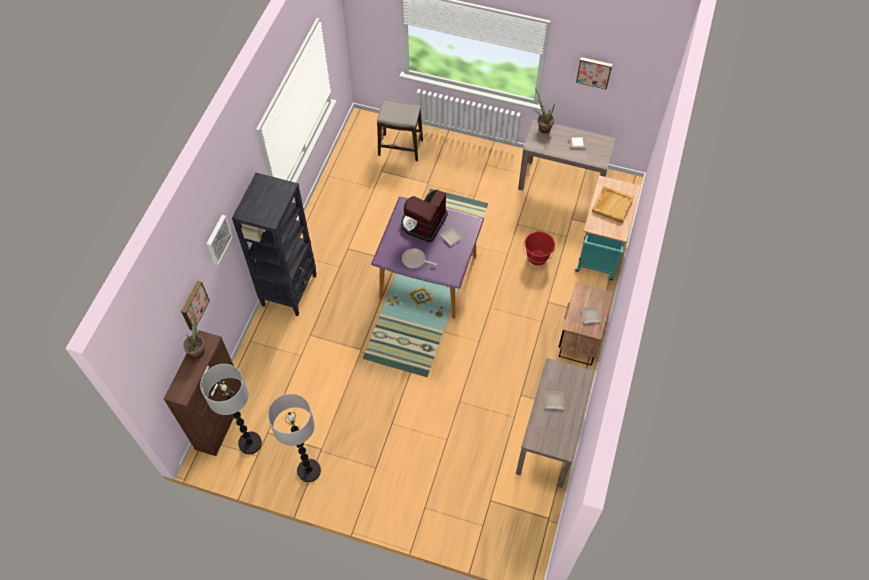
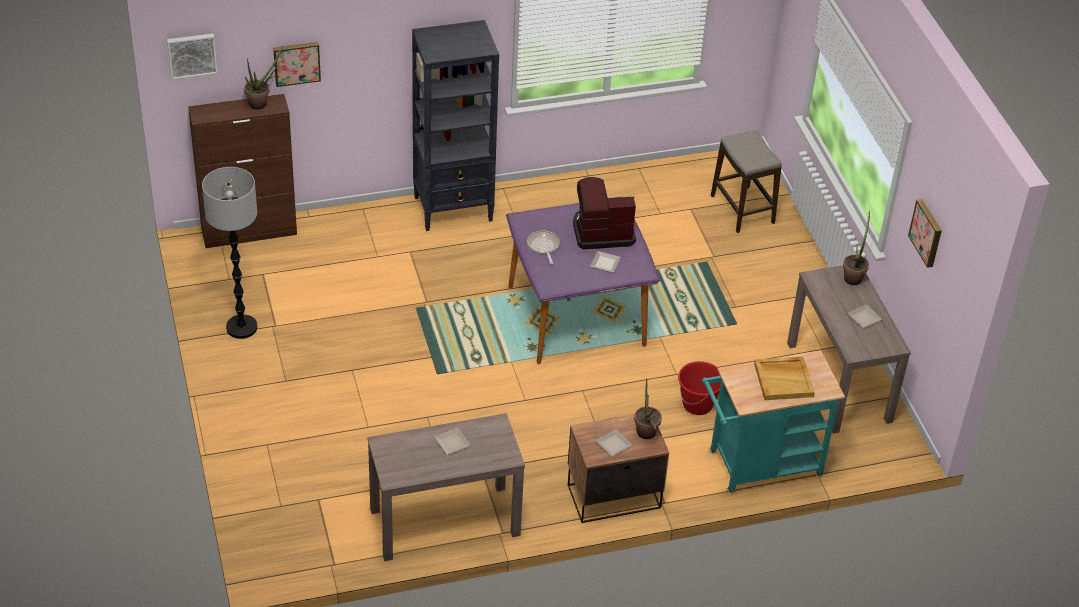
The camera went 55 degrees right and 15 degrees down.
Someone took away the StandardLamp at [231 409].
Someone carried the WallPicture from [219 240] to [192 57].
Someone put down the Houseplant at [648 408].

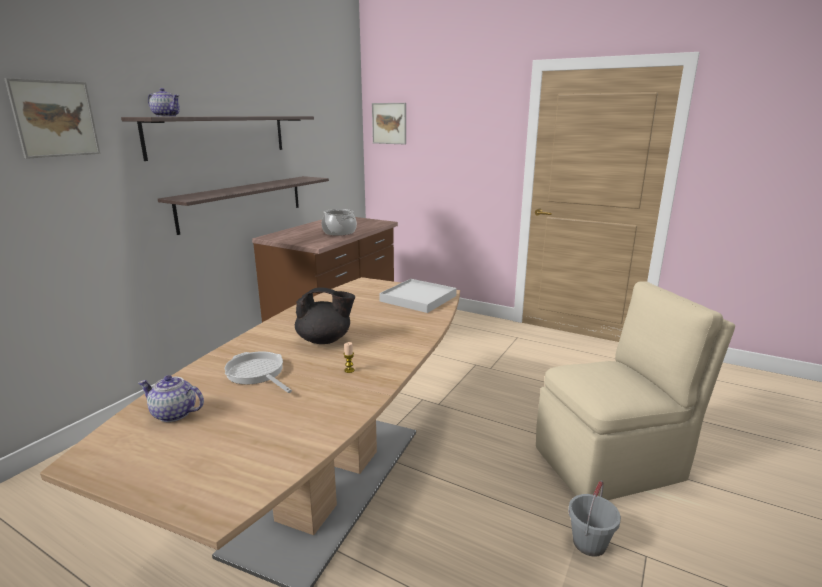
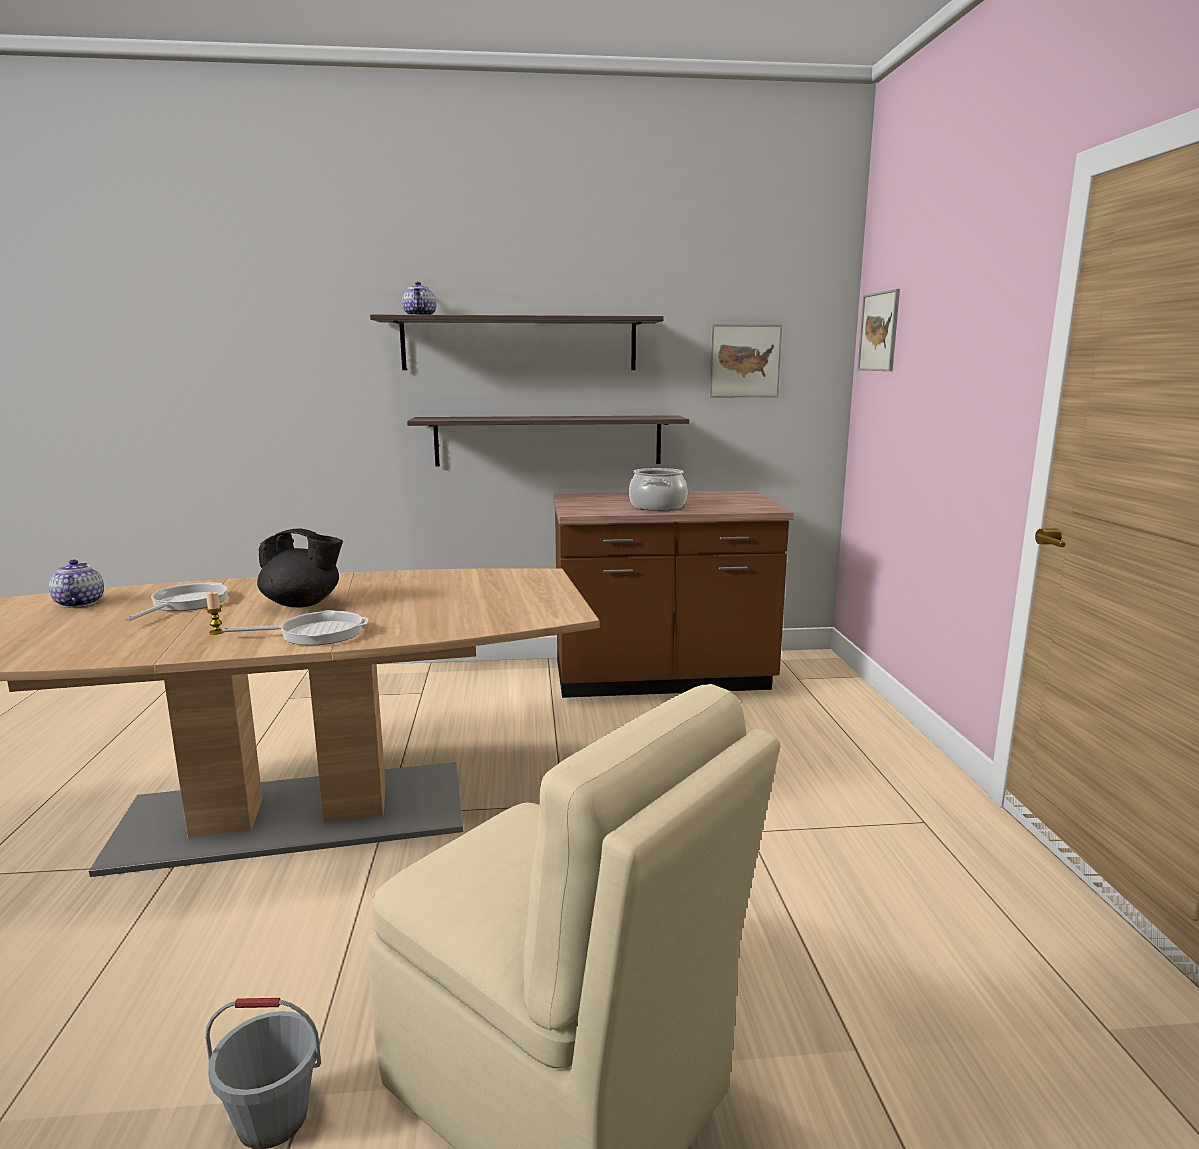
The camera went 55 degrees right and 5 degrees down.
Someone carried the WallPicture from [52 118] to [745 360].
Someone rotated the BlackPotForTea at [325 315] by 45 degrees counterclockwise.
Someone took away the WhiteColouredServingTray at [418 296].
Someone put down the Pan at [295 628].

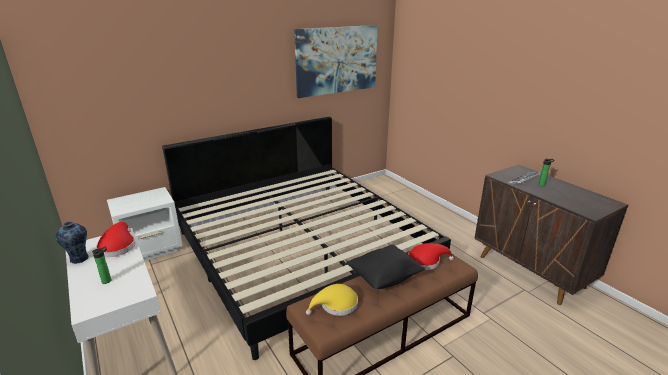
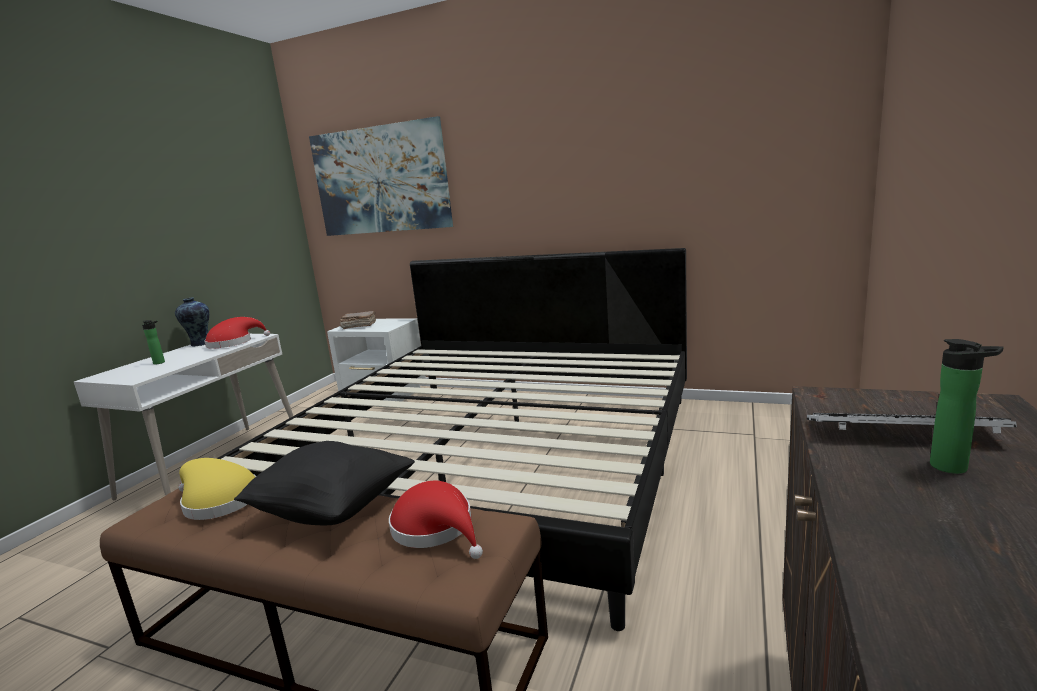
The camera went 55 degrees right and 10 degrees down.
Someone carried the WallPicture from [336 61] to [381 176].
Someone put down the BrownVolume at [358 320].

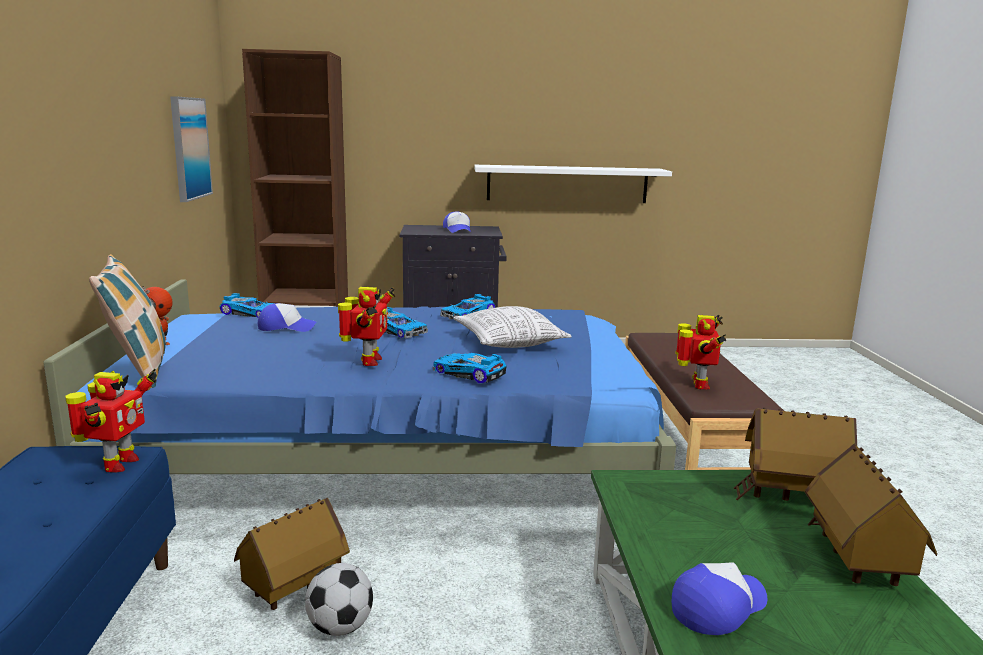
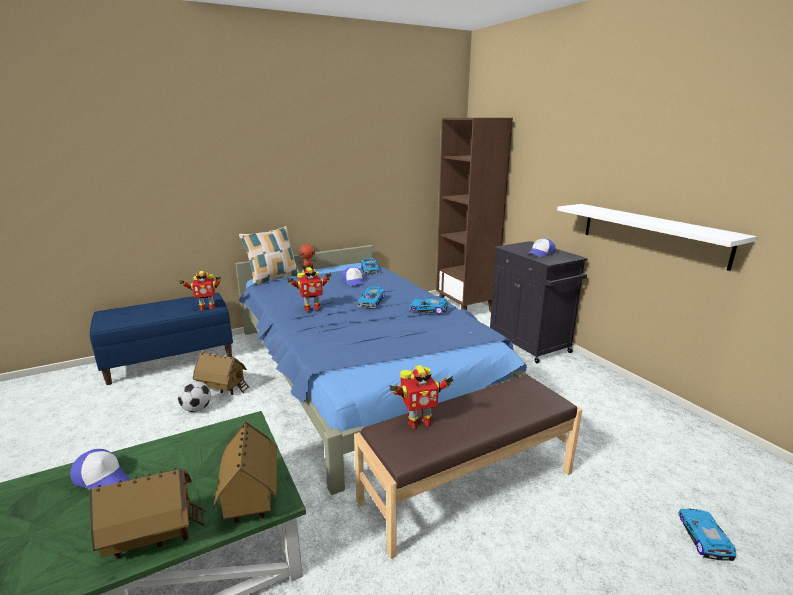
The camera went 65 degrees right and 5 degrees up.
Someone took away the WallPicture at [191 149].
Someone carried the ModelCar from [470 368] to [707 534].
Someone took away the Pillow at [512 327].

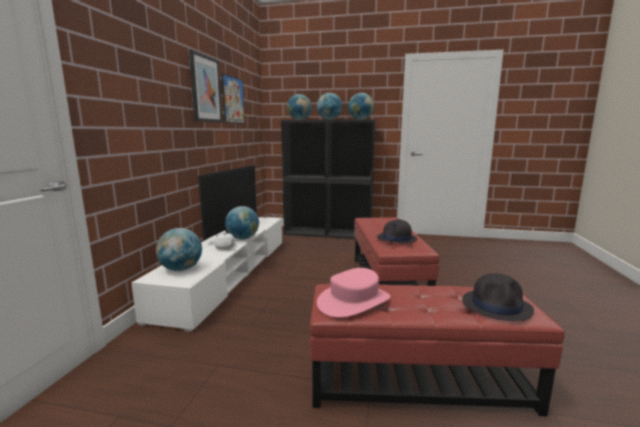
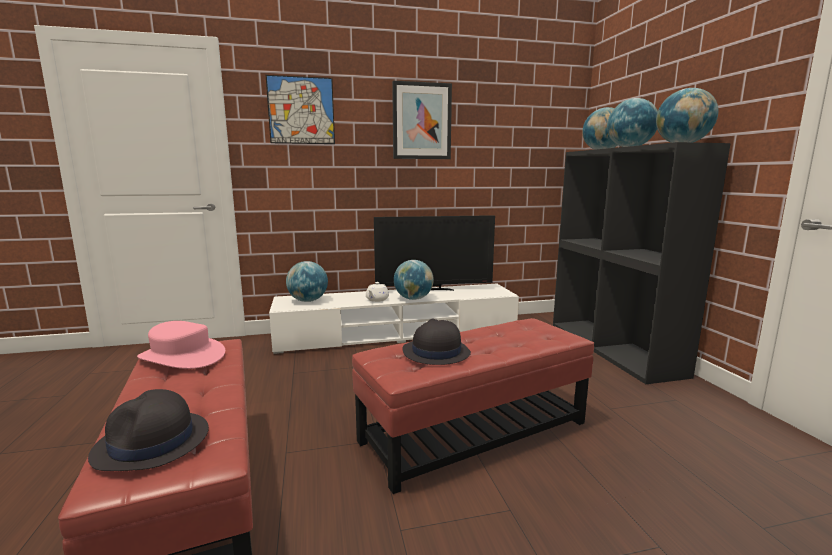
The camera went 65 degrees right and 0 degrees up.
Someone carried the WallPicture from [233 99] to [300 109].

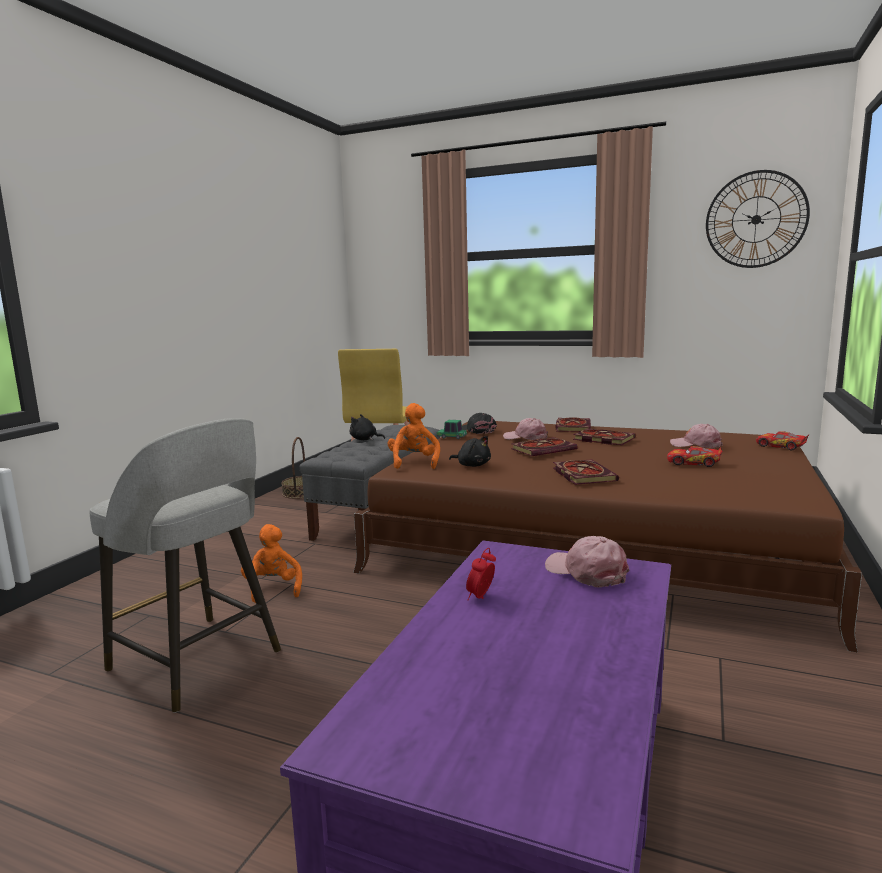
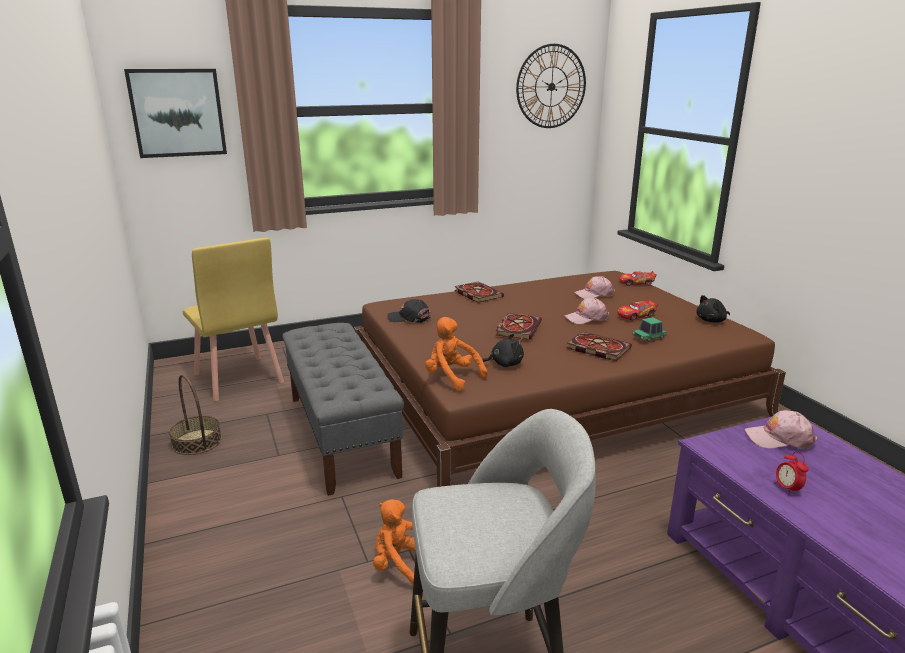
The camera went 45 degrees left and 10 degrees up.
Someone carried the BlackCuddlyToy from [367 427] to [713 309].
Someone carried the ModelCar from [452 429] to [649 329].
Someone carried the PinkBaseballCap from [525 429] to [586 311].
Someone took away the Volume at [604 436].
Someone put up the WallPicture at [175 113].

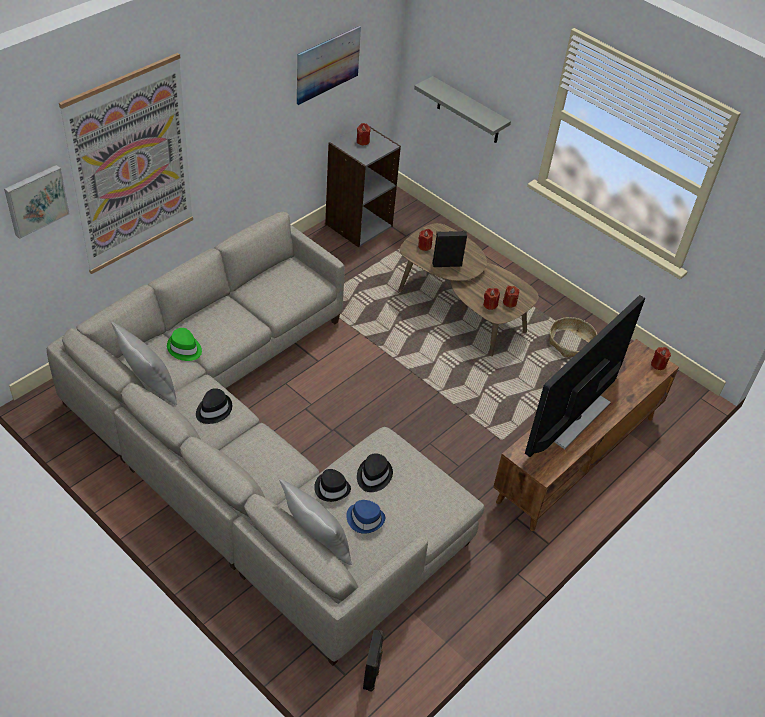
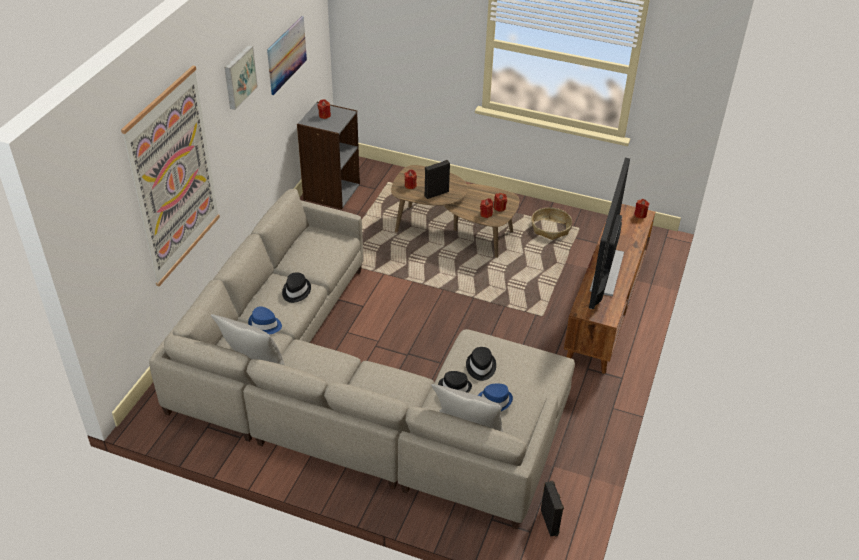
The camera went 20 degrees left and 5 degrees down.
Someone carried the WallPicture from [37 202] to [241 77].
Someone repainted the GreenClothingHat at [184 344], which became the BlueColouredClothingHat at [265 320].
Someone carried the BlackClothingHat from [214 406] to [296 287].
Someone took away the GrayBracketShelf at [462 109].

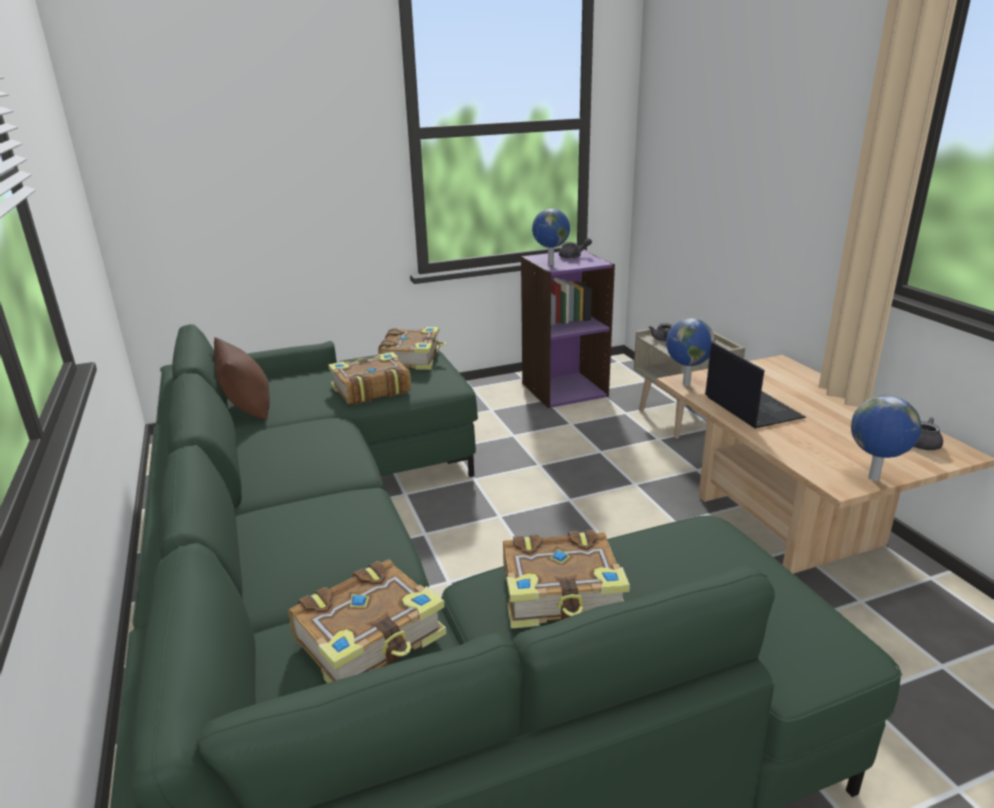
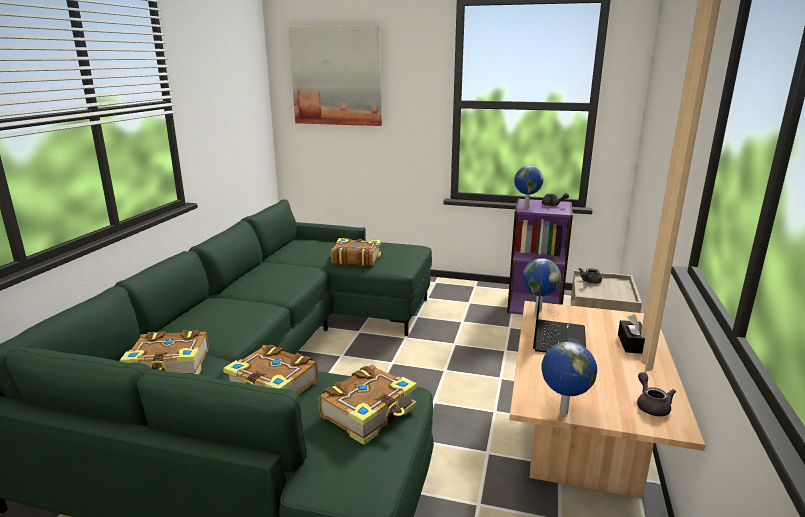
The camera went 35 degrees right and 5 degrees down.
Someone took away the BrownPillow at [242 378].
Someone carried the Volume from [412 348] to [367 405].
Someone put up the WallPicture at [335 75].
Someone put down the BlackBoxOfTissues at [631 334].

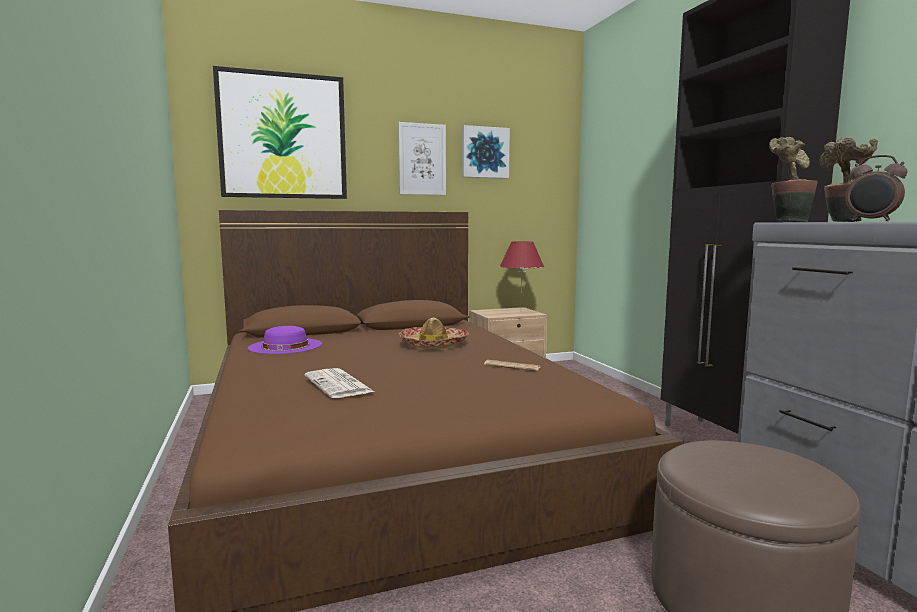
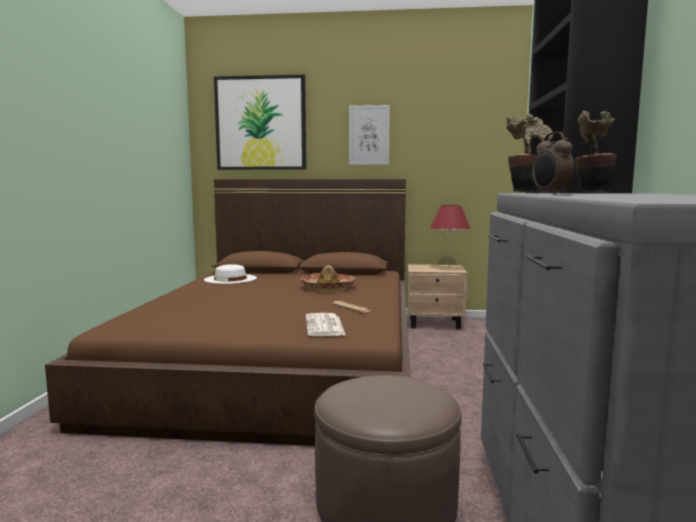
The camera went 25 degrees right and 0 degrees up.
Someone repainted the PurplishClothingHat at [285 340], which became the WhiteColouredClothingHat at [230 274].
Someone carried the Newspaper from [339 383] to [326 324].
Someone took away the WallPicture at [486 152].

